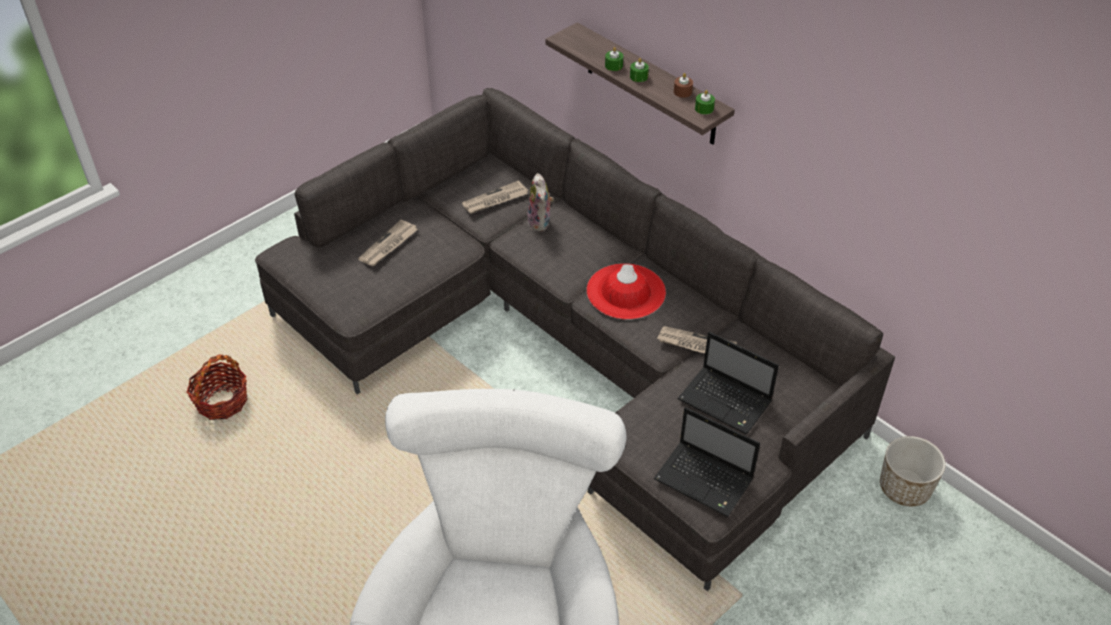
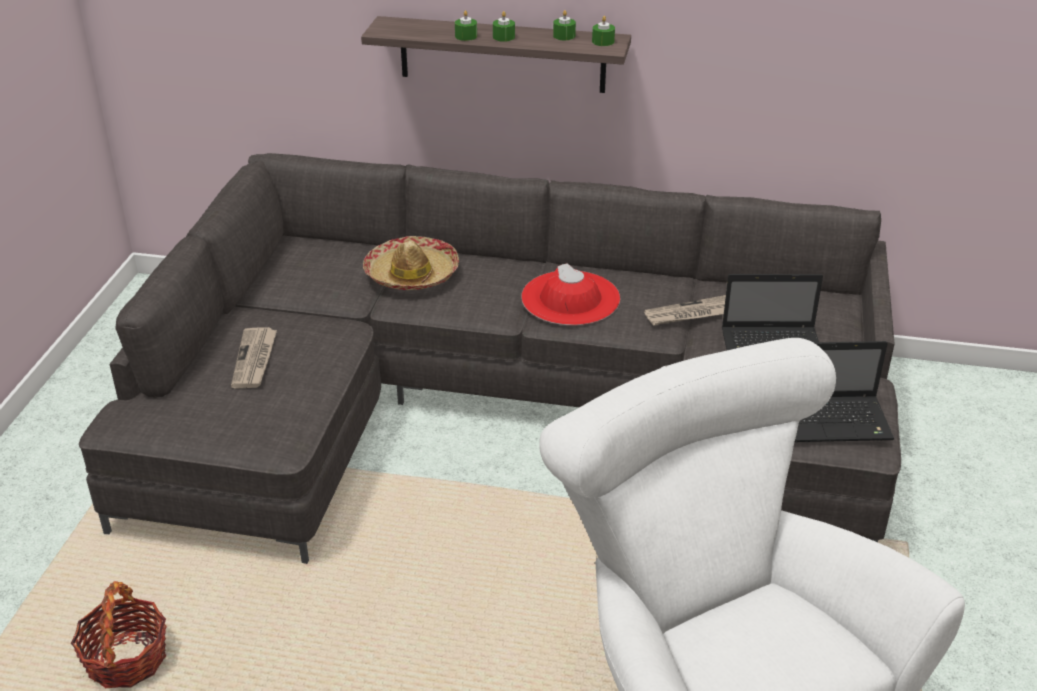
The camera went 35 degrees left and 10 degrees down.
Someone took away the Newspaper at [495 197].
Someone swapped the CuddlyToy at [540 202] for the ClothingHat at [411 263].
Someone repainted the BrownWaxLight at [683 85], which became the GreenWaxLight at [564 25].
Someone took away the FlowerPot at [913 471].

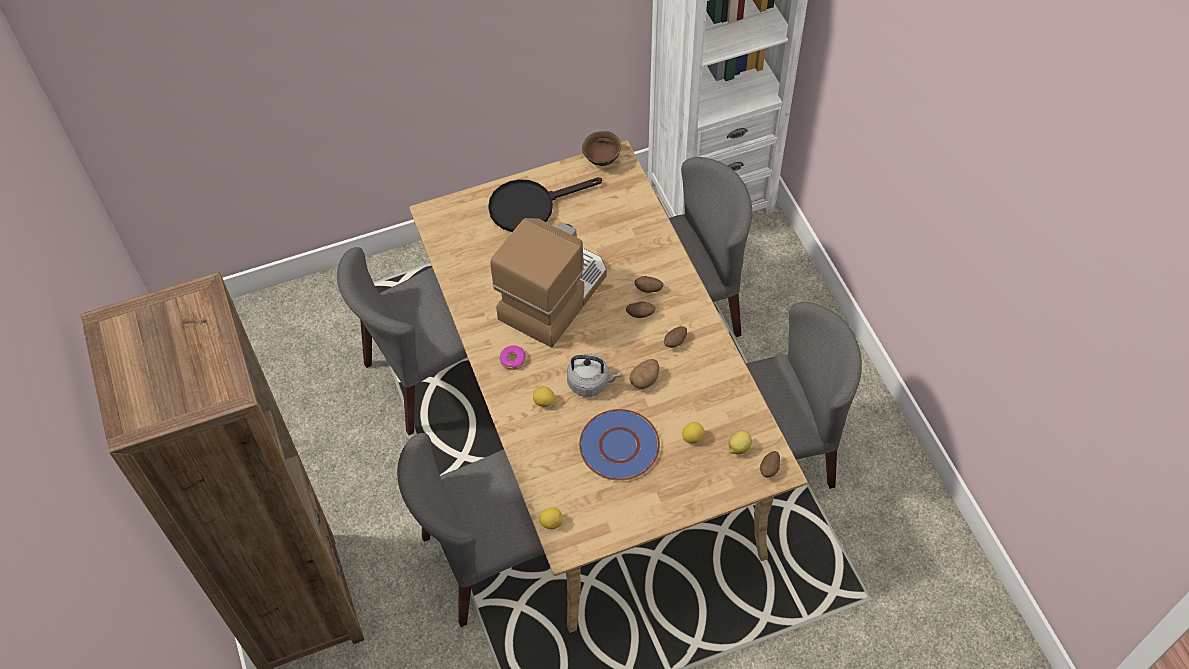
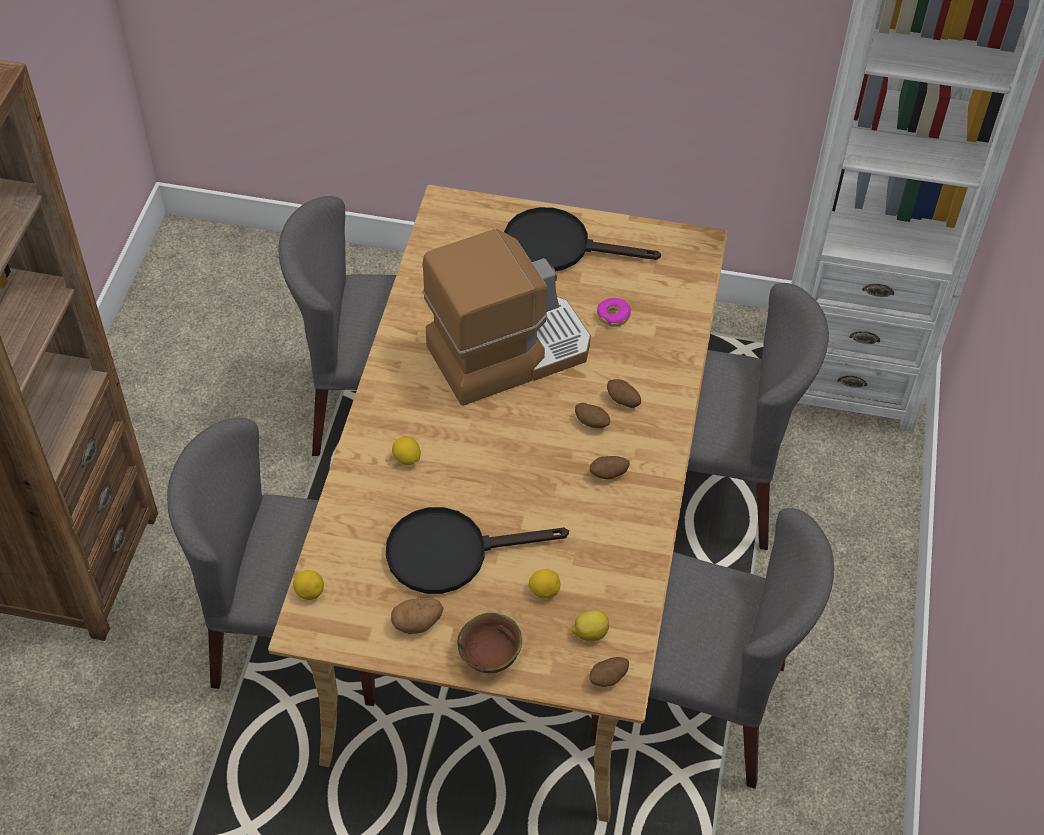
The camera went 30 degrees right and 5 degrees down.
Someone carried the RingDoughnut from [513 357] to [614 312].
Someone took away the GrayWaterKettle at [593 375].
Someone swapped the BlueColouredFlatDish at [619 445] for the BlackPan at [477 550].
Someone carried the BrownBowl from [601 148] to [489 643].
Someone carried the Spud from [644 374] to [417 616].

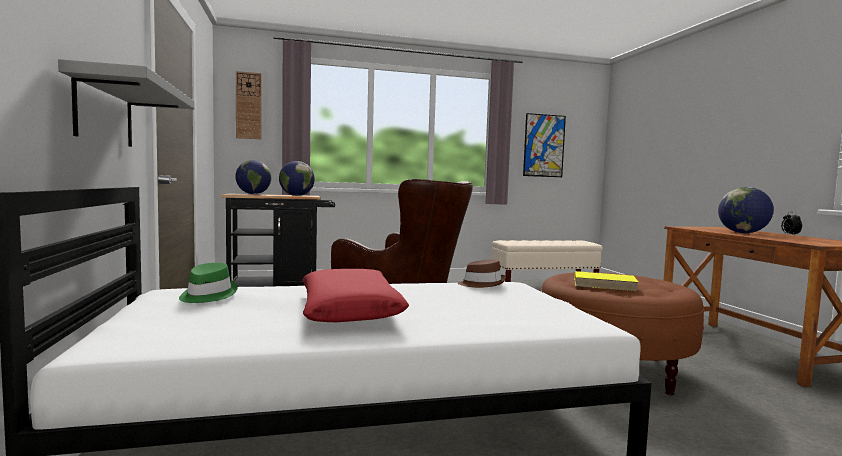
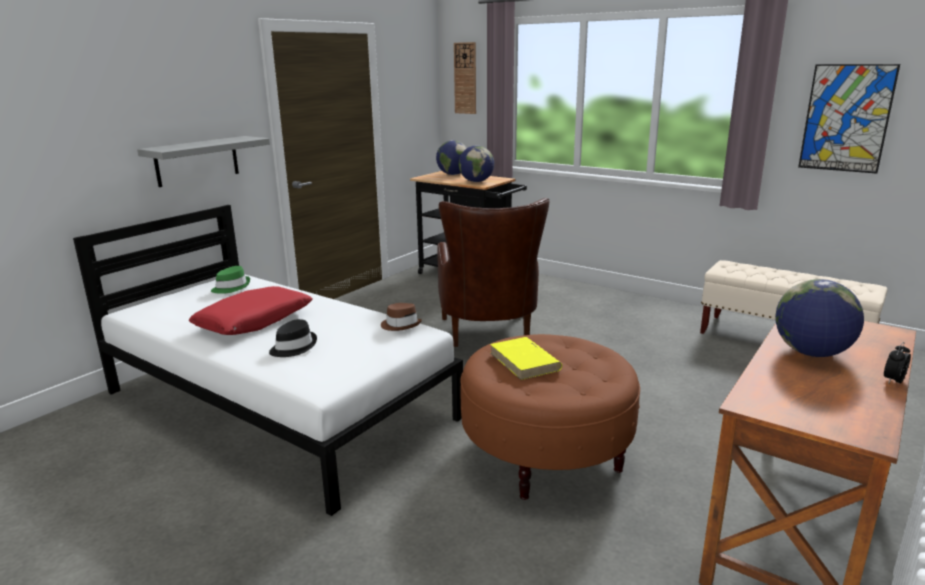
The camera went 50 degrees right and 15 degrees up.
Someone put down the BlackClothingHat at [293 338].

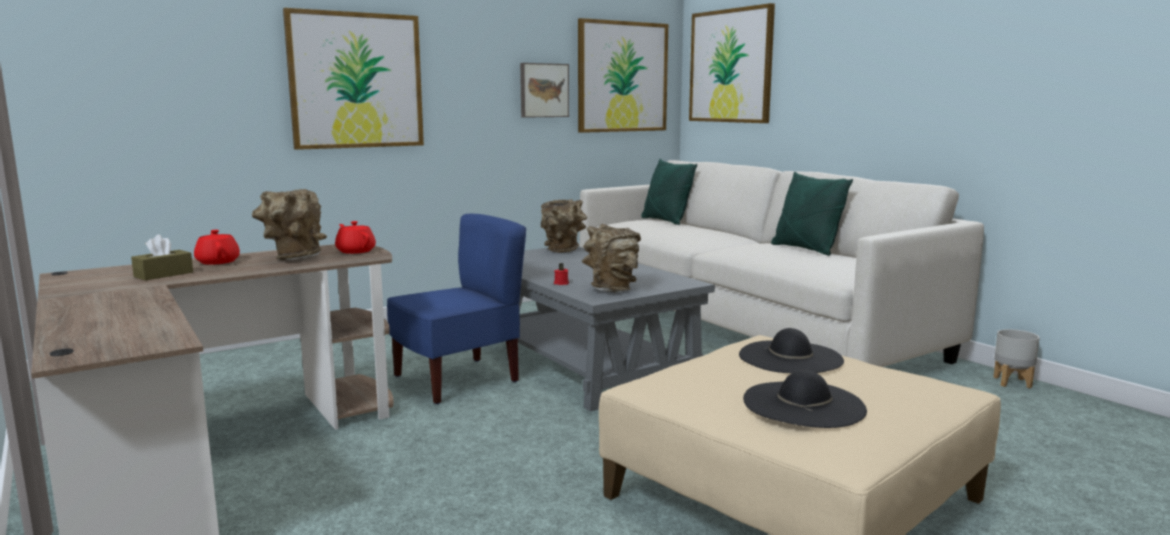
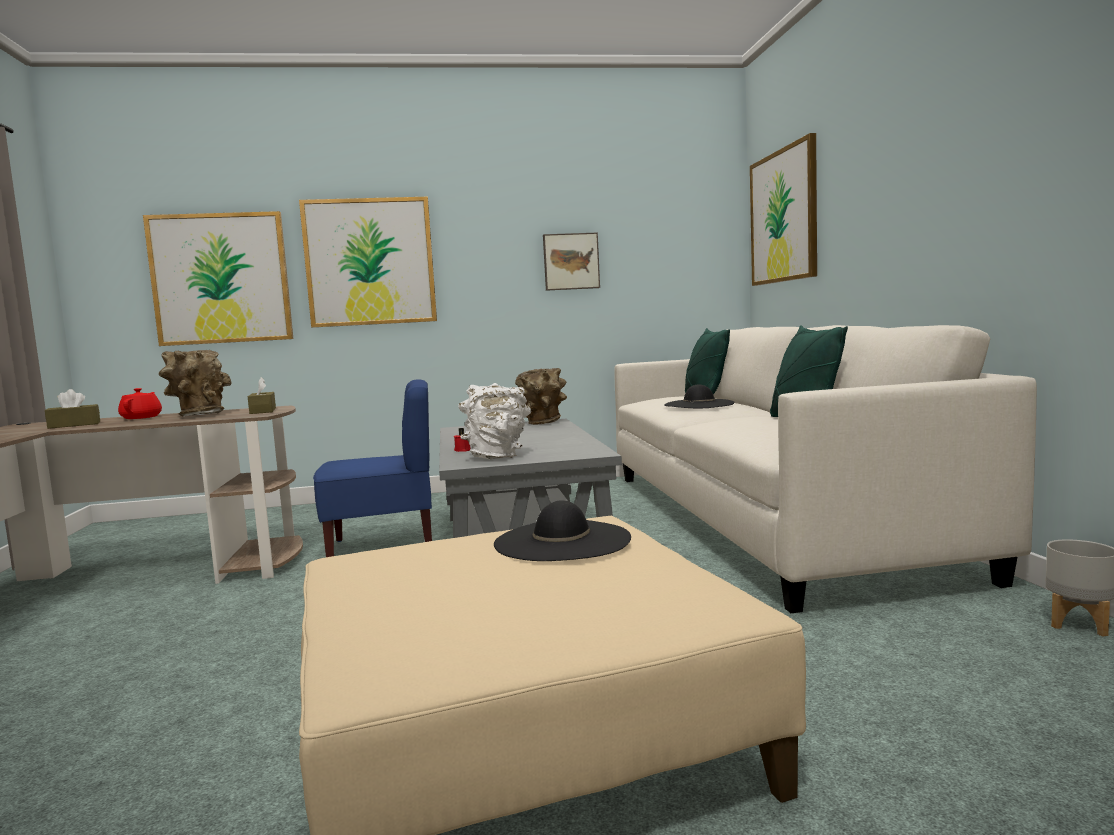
The camera went 25 degrees right and 5 degrees down.
Someone swapped the RedColouredPotForTea at [355 237] for the BrownBoxOfTissues at [262 395].
Someone carried the WallPicture from [623 75] to [218 278].
Someone repainted the BrownFlowerVase at [611 258], which became the WhiteColouredFlowerVase at [494 421].
Someone carried the BlackClothingHat from [805 399] to [699 396].

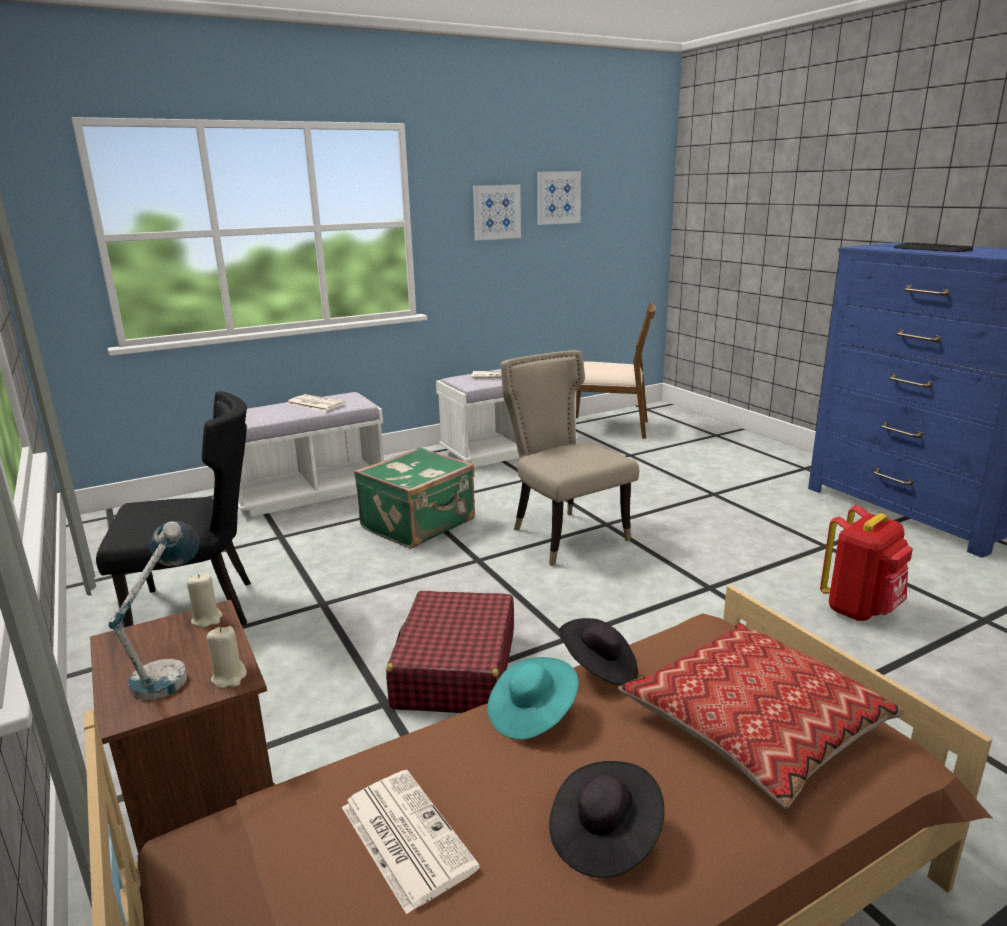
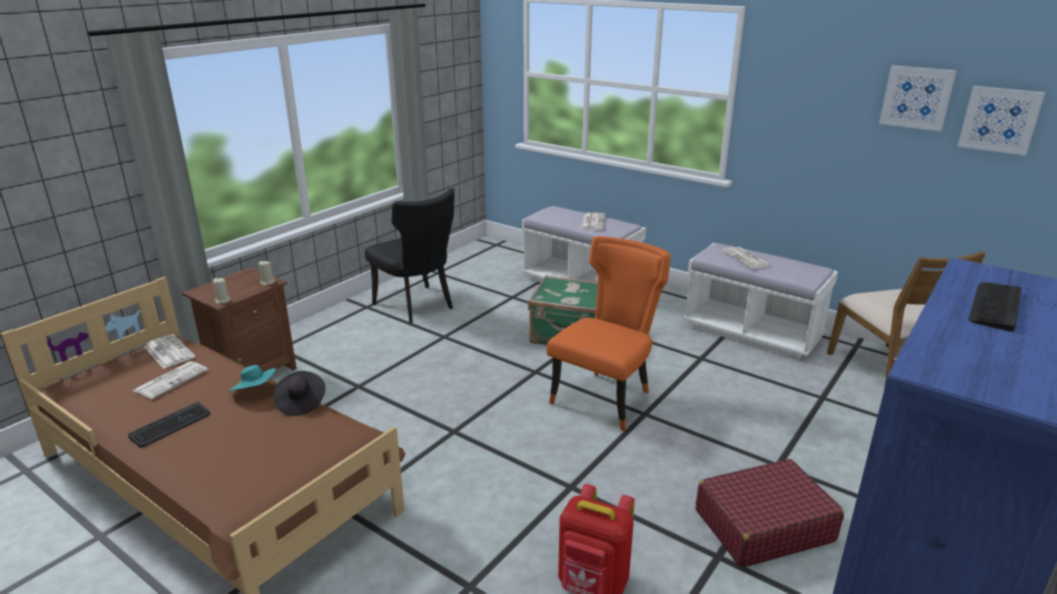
The camera went 65 degrees right and 5 degrees up.
Someone took away the TabletopLamp at [154 610].
Someone carried the RedColouredTravelCase from [450 652] to [770 513].
Someone carried the WallPicture from [497 213] to [1001 121].
Someone repainted the BeigeColouredUprightChair at [570 458], which became the OrangeUprightChair at [609 334].
Someone swapped the BlackClothingHat at [606 819] for the Keyboard at [169 424].
Someone took away the Pillow at [761 716].
Someone put down the Newspaper at [169 351].

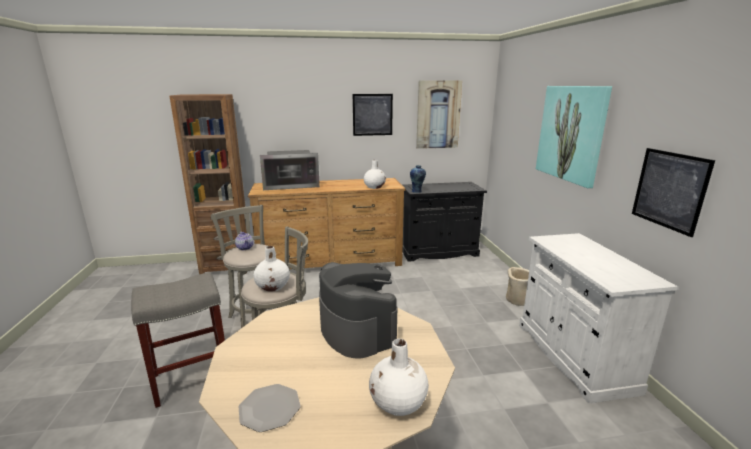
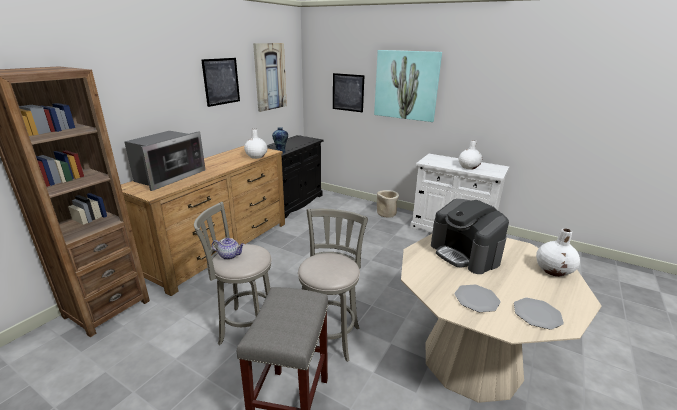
The camera went 50 degrees left and 5 degrees up.
Someone carried the WhiteColouredFlowerVase from [272 269] to [470 155].
Someone rotated the CoffeeMaker at [358 310] by 135 degrees counterclockwise.
Someone carried the WallPicture from [673 192] to [348 92].
Someone put down the FlatDish at [477 298].

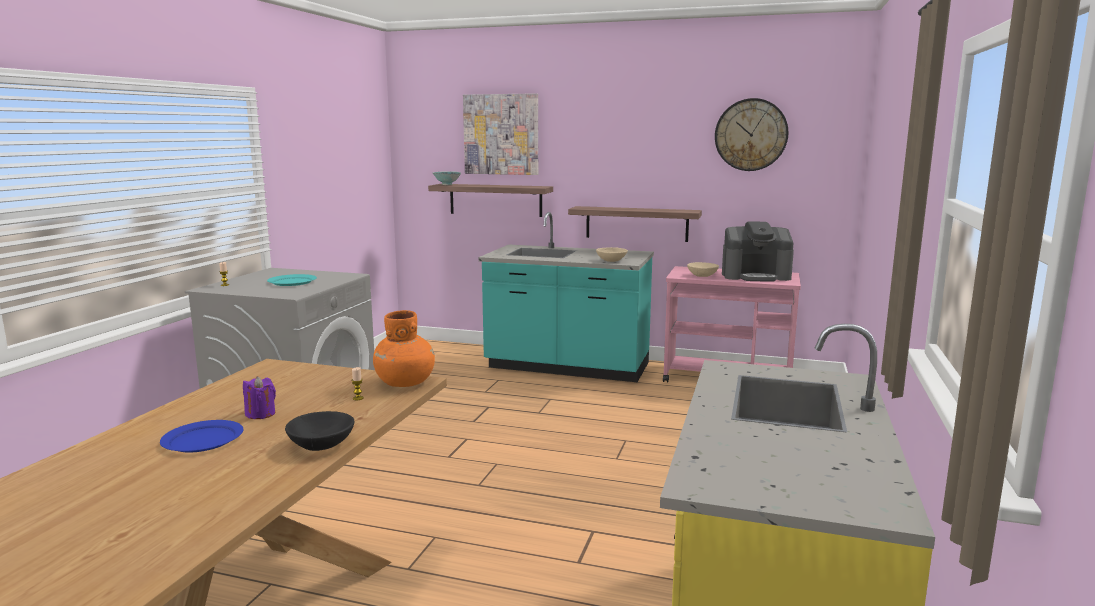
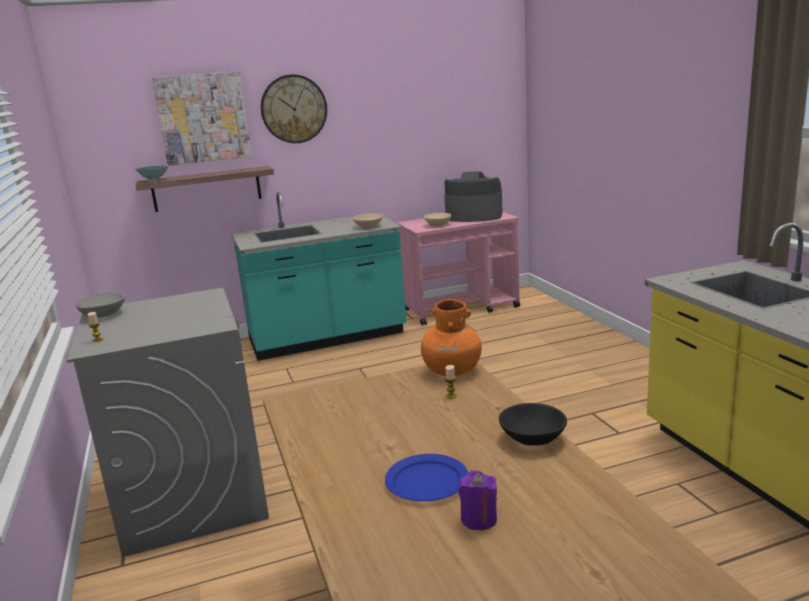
The camera went 35 degrees left and 5 degrees up.
Someone carried the PurplishWaxLight from [259 397] to [478 500].
Someone took away the TurquoiseFlatDish at [292 280].
Someone took away the BracketShelf at [635 224].
Someone carried the ClockOnTheWall from [751 134] to [294 108].
Someone rotated the CoffeeMaker at [758 251] by 135 degrees counterclockwise.
Someone put down the GrayBowl at [100 305].

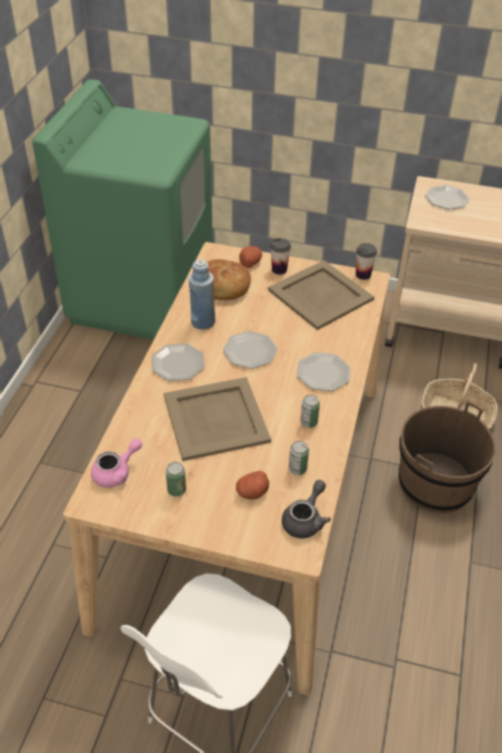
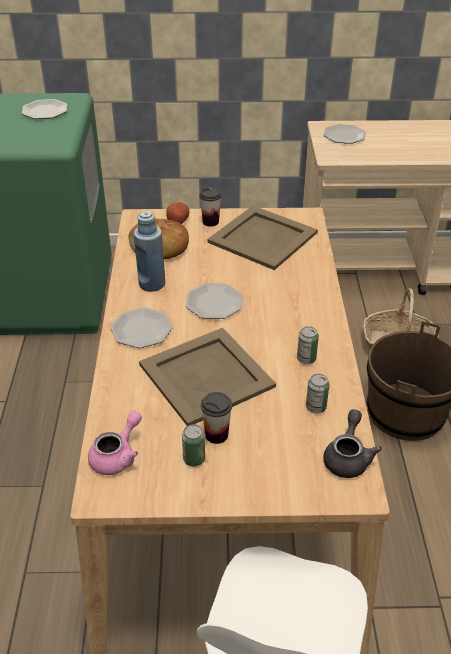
The camera went 15 degrees left and 5 degrees down.
Someone took away the Spud at [252 485].
Someone carried the FlatDish from [323 371] to [44 109].
Someone carried the Cup from [366 261] to [216 418].

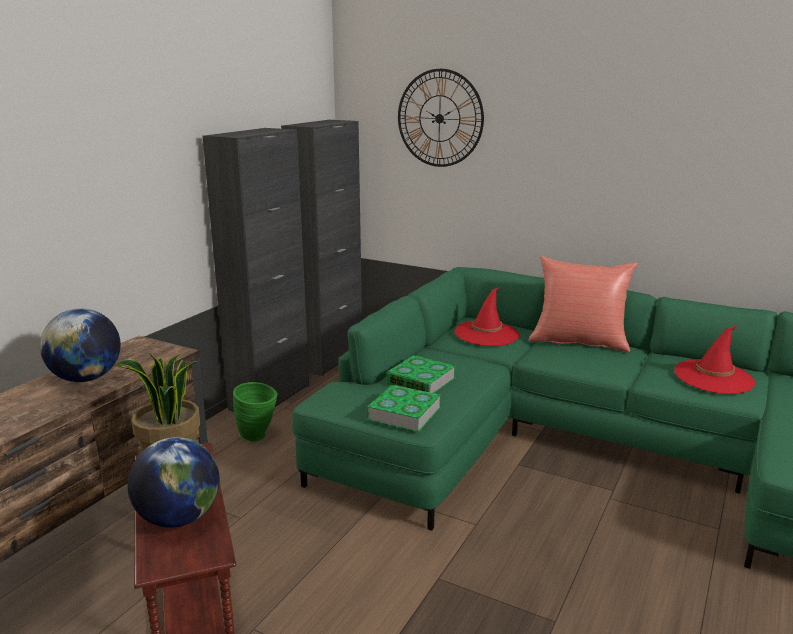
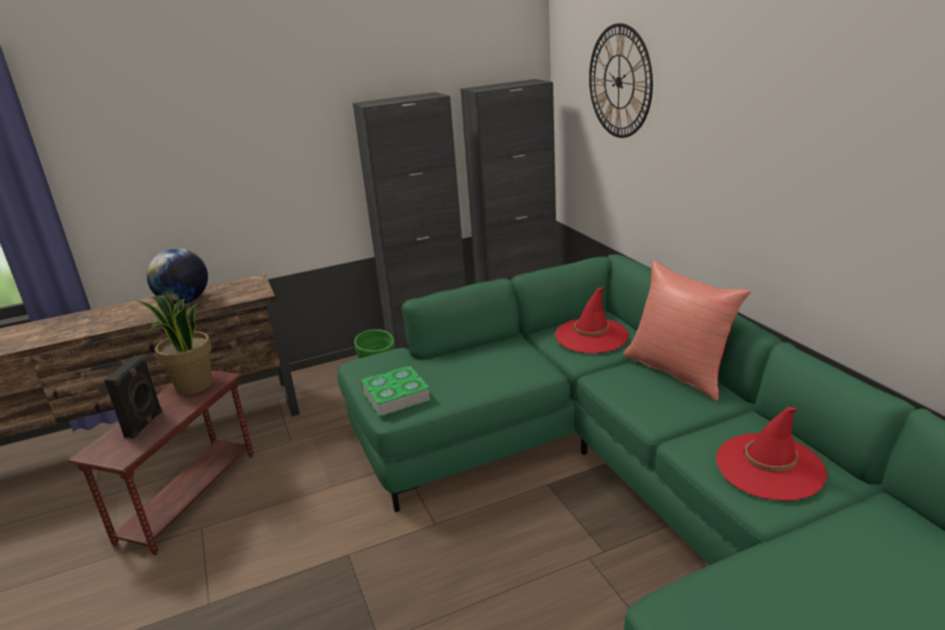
The camera went 40 degrees right and 5 degrees up.
Someone swapped the Globe at [173 482] for the BlackLoudspeaker at [133 397].
Someone took away the Volume at [421 374].

